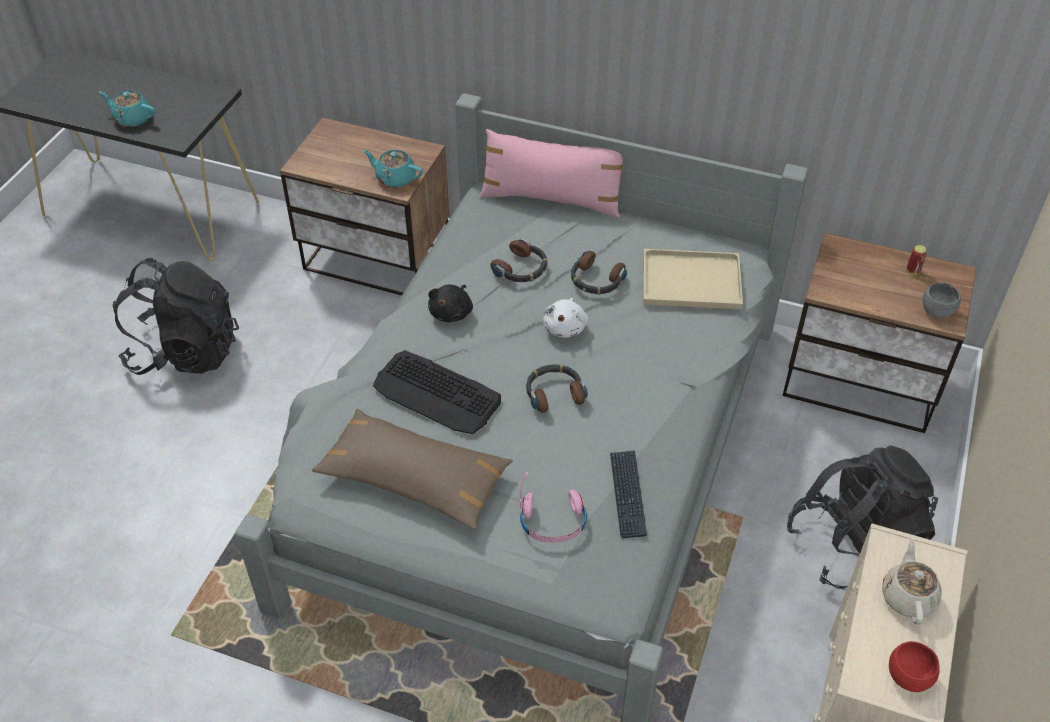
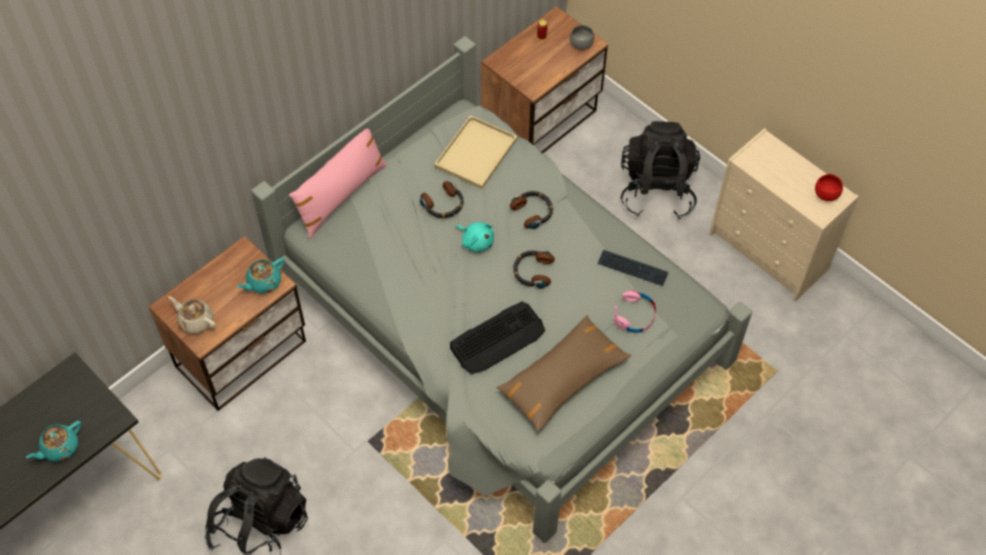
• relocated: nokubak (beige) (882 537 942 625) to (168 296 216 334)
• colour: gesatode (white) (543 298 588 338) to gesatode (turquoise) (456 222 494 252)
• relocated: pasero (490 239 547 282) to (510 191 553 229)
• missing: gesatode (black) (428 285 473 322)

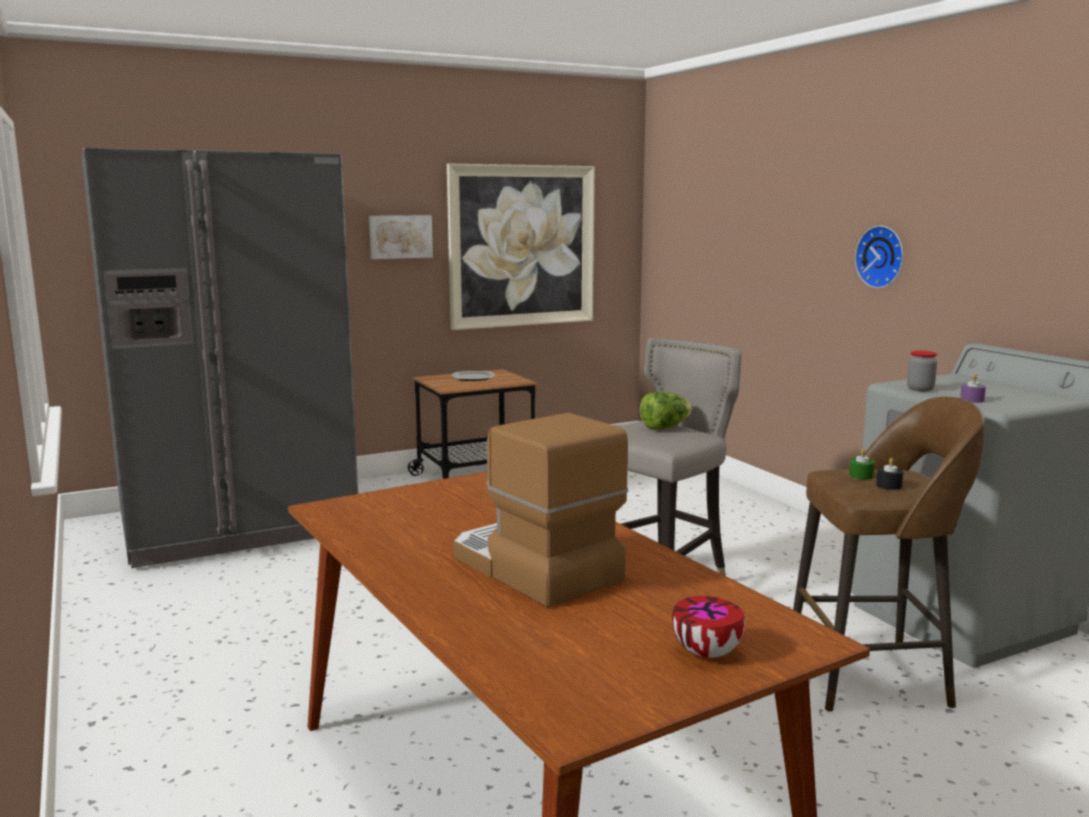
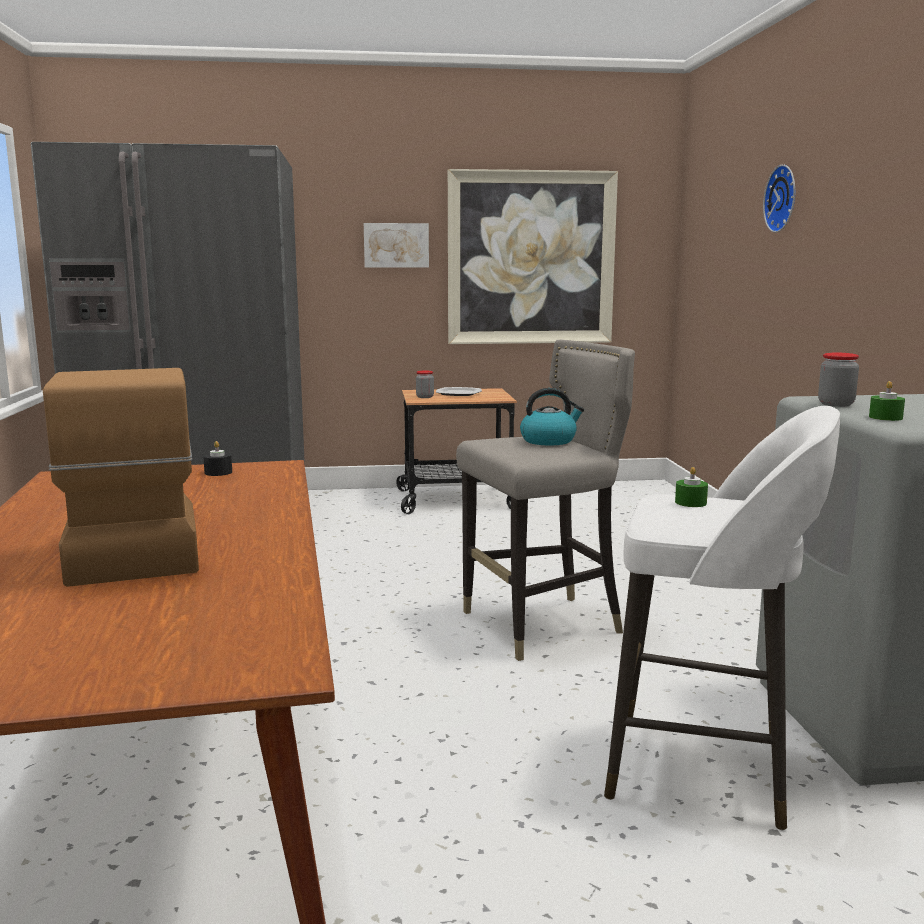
• relocated: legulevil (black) (876 458 903 490) to (203 441 232 476)
• appeared: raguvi (416 370 434 398)
• exchanged: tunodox (639 391 692 430) to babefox (520 388 584 445)
• colour: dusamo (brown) (793 397 985 712) to dusamo (white) (604 406 840 831)
• relocated: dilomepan (855 225 903 288) to (763 164 795 233)
• colour: legulevil (purple) (960 374 986 403) to legulevil (green) (869 381 905 421)
• missing: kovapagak (672 596 745 658)

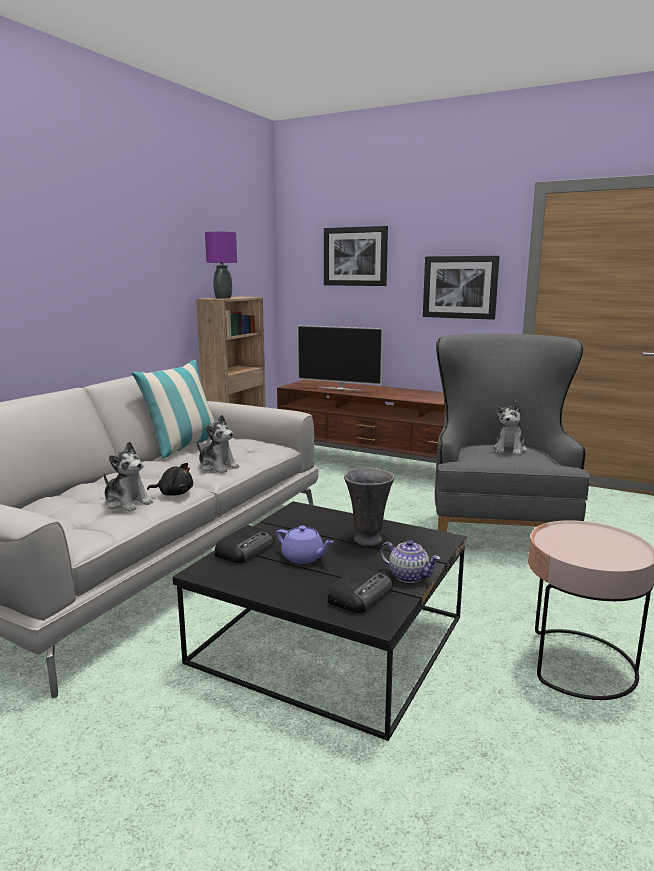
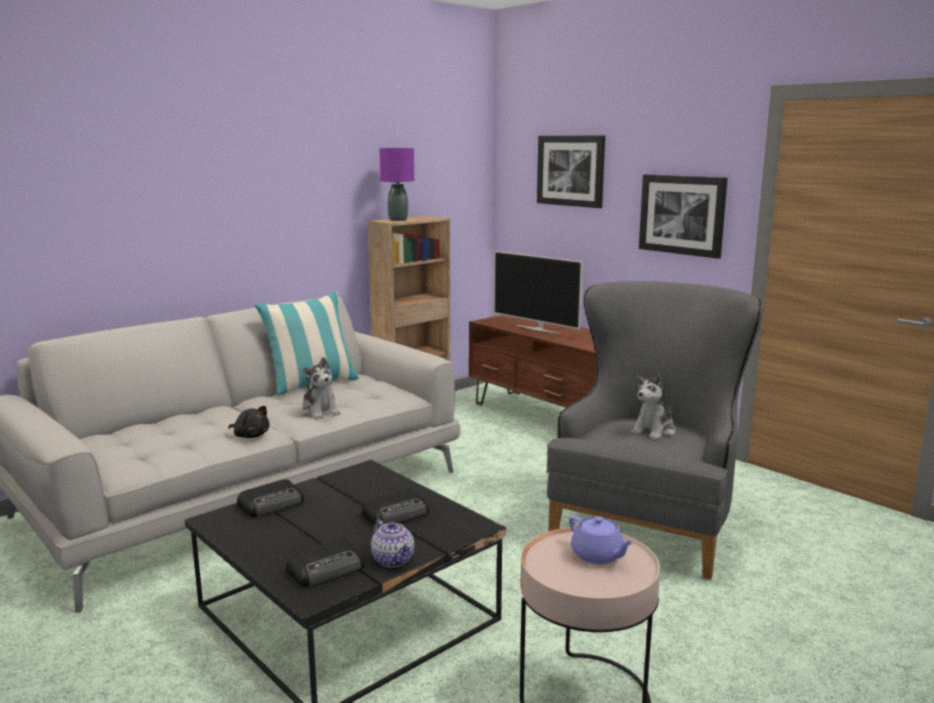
• exchanged: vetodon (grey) (344 467 395 546) to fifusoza (362 489 429 527)
• relocated: nokubak (purple) (276 526 334 564) to (569 516 634 564)
• missing: gesatode (104 442 153 512)

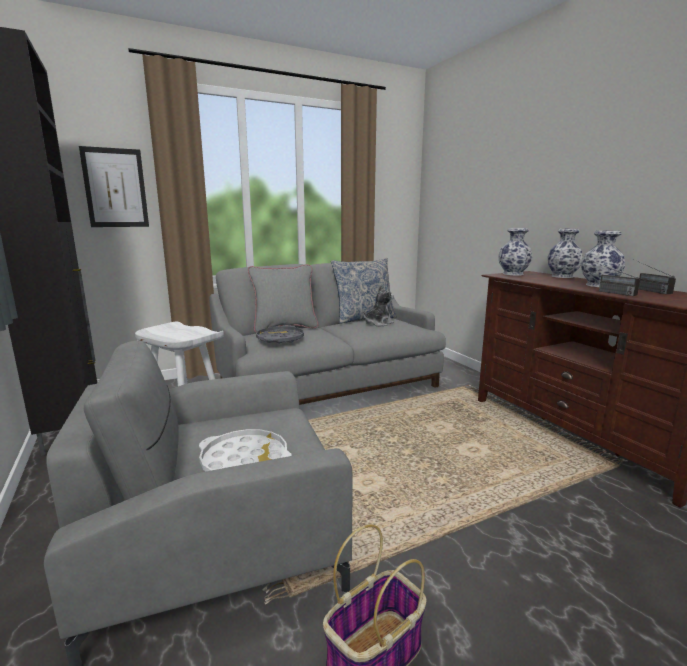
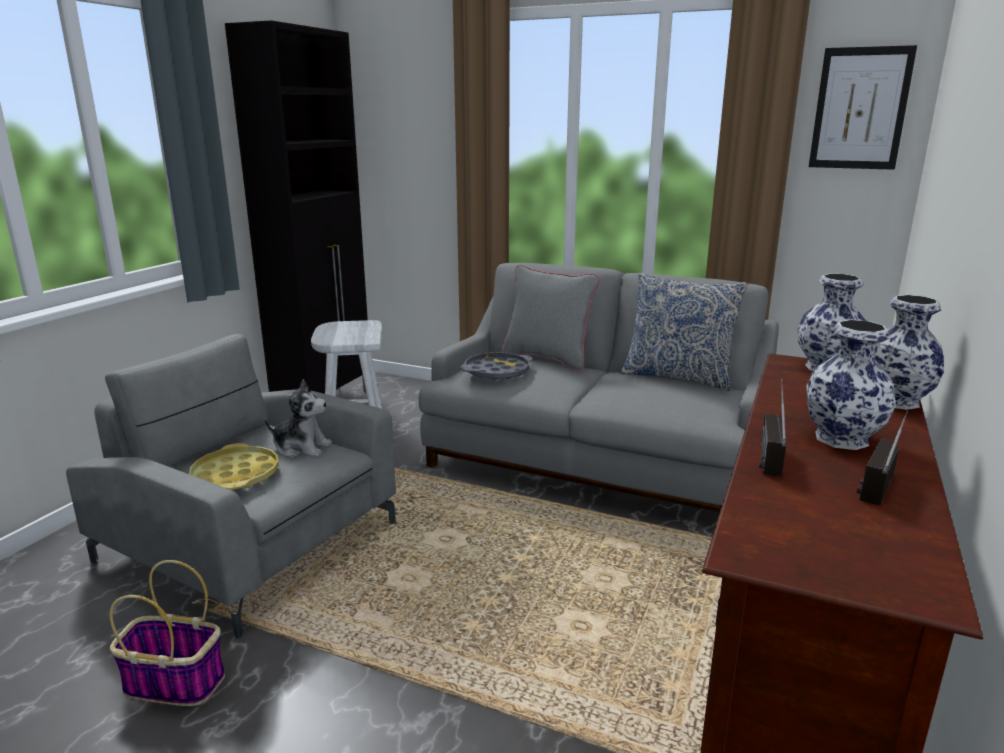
• colour: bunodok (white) (199 429 291 472) to bunodok (yellow) (189 443 279 490)
• relocated: gesatode (363 285 394 326) to (264 379 332 458)
• relocated: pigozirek (79 146 149 227) to (809 45 917 170)

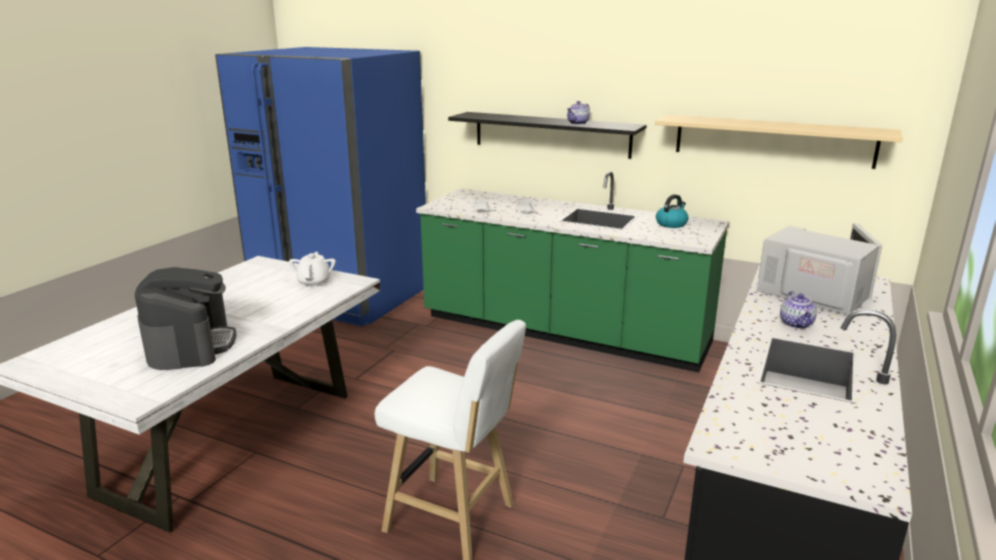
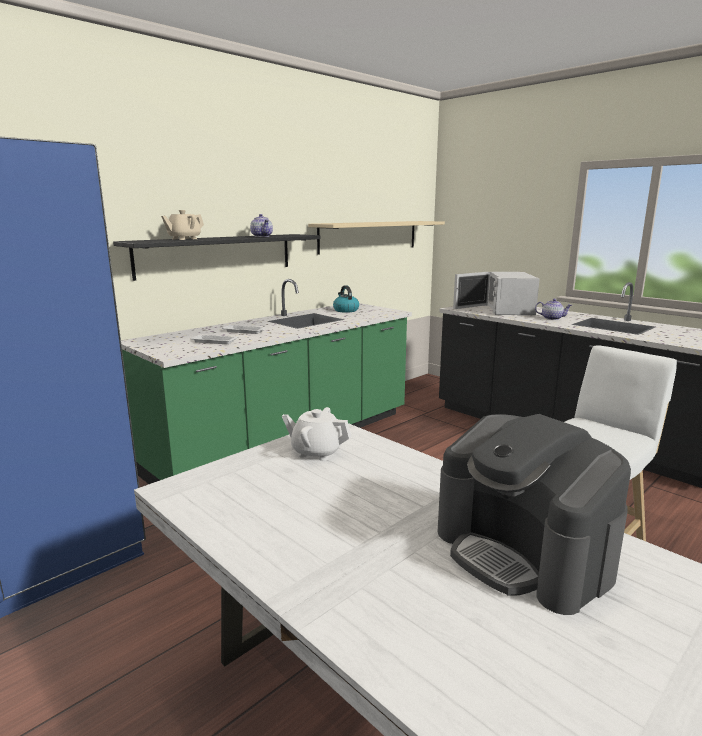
• appeared: nokubak (beige) (161 210 204 240)
• spun: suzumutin (135 267 236 370) = (438 414 631 615) 135 degrees counterclockwise
• spun: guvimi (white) (757 223 882 315) = (453 272 539 315) 60 degrees counterclockwise

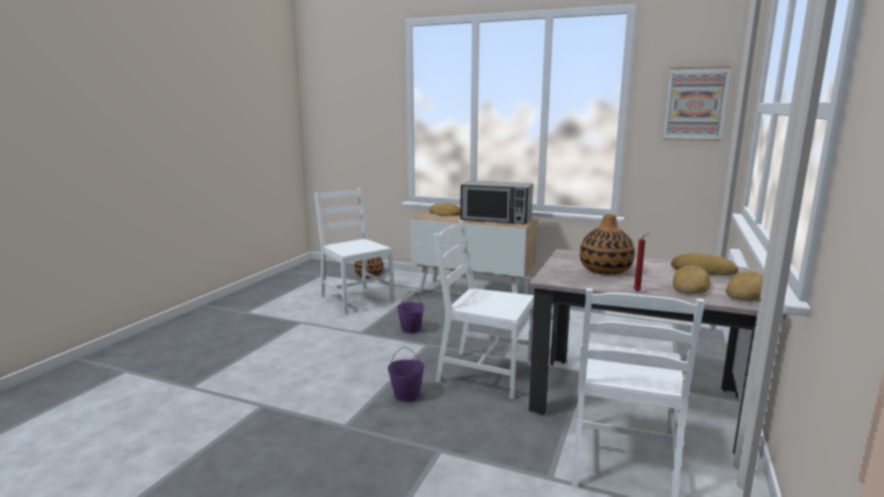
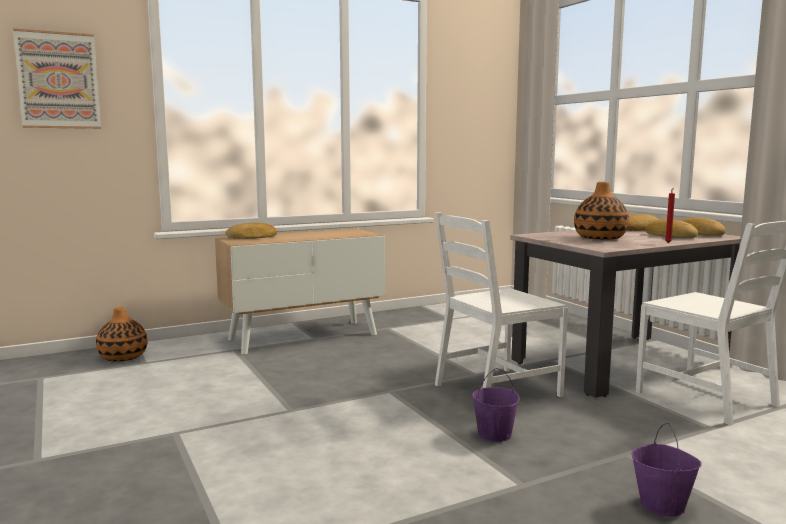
• relocated: pigozirek (663 66 731 141) to (13 28 101 129)
• relocated: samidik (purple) (397 291 424 333) to (632 423 702 516)
• missing: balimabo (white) (314 188 394 314)
• missing: guvimi (460 181 533 224)

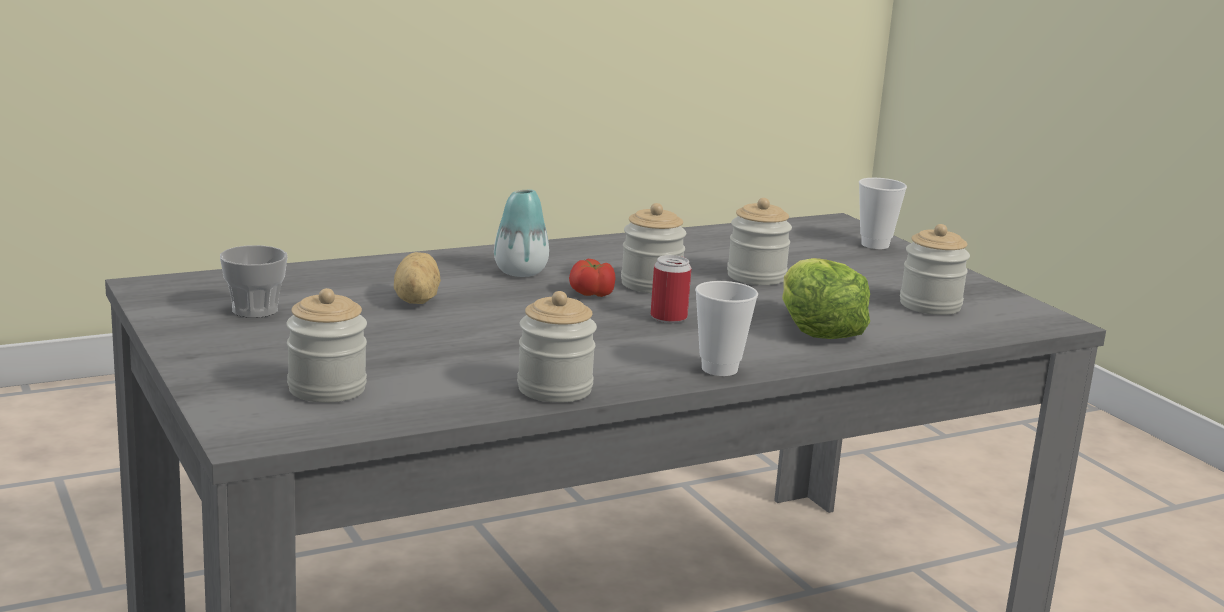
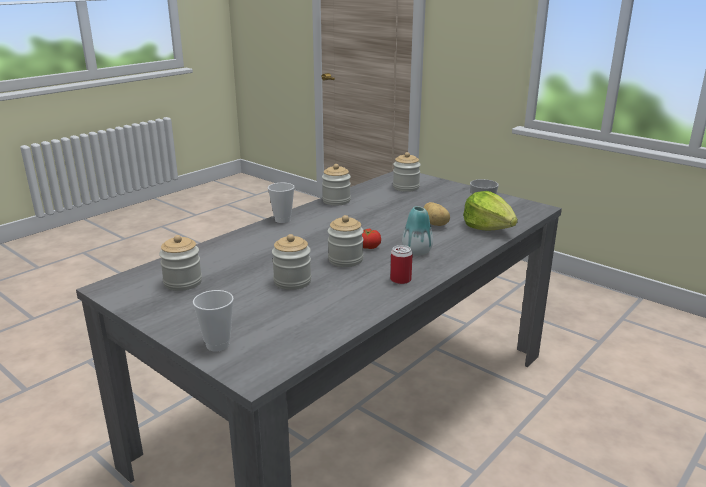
• relocated: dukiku (651 255 691 323) to (390 245 413 284)
• relocated: tunodox (782 258 870 339) to (463 191 518 231)

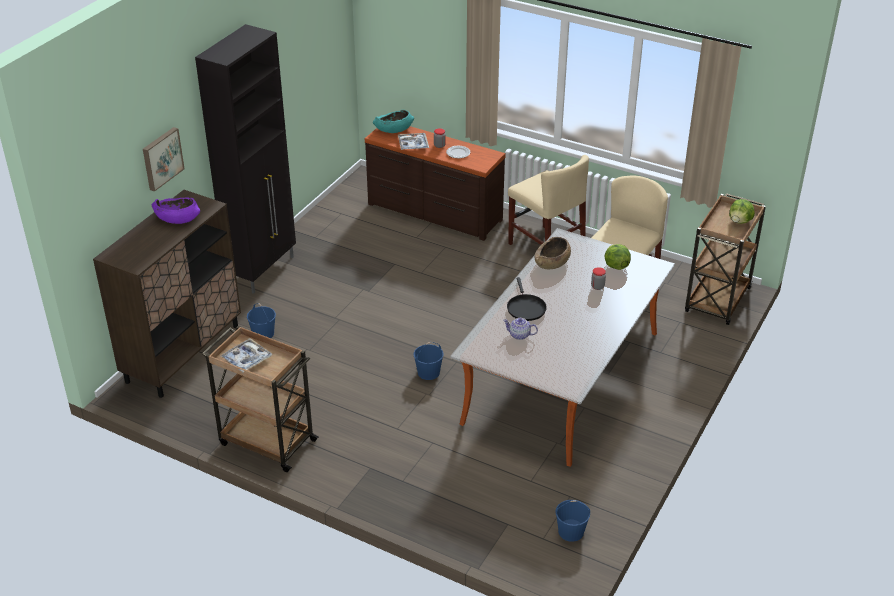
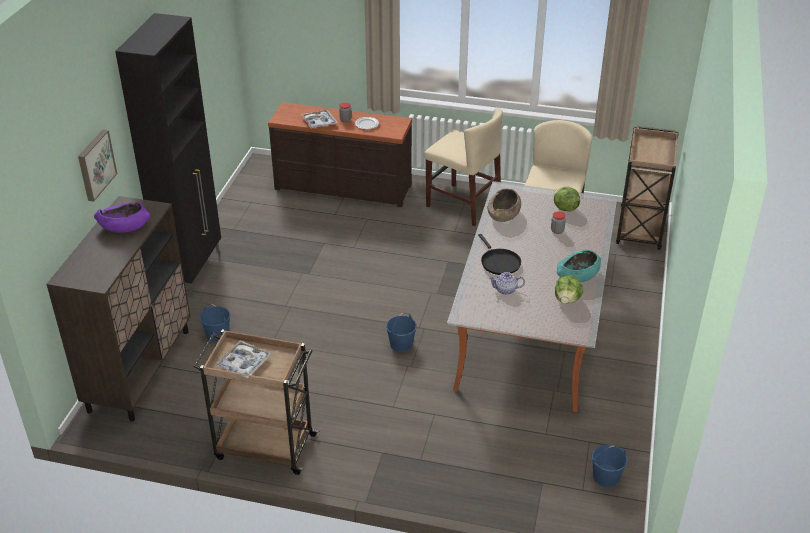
• relocated: tunodox (729 199 755 224) to (555 275 583 304)
• relocated: kovapagak (turquoise) (373 110 414 133) to (557 250 601 282)

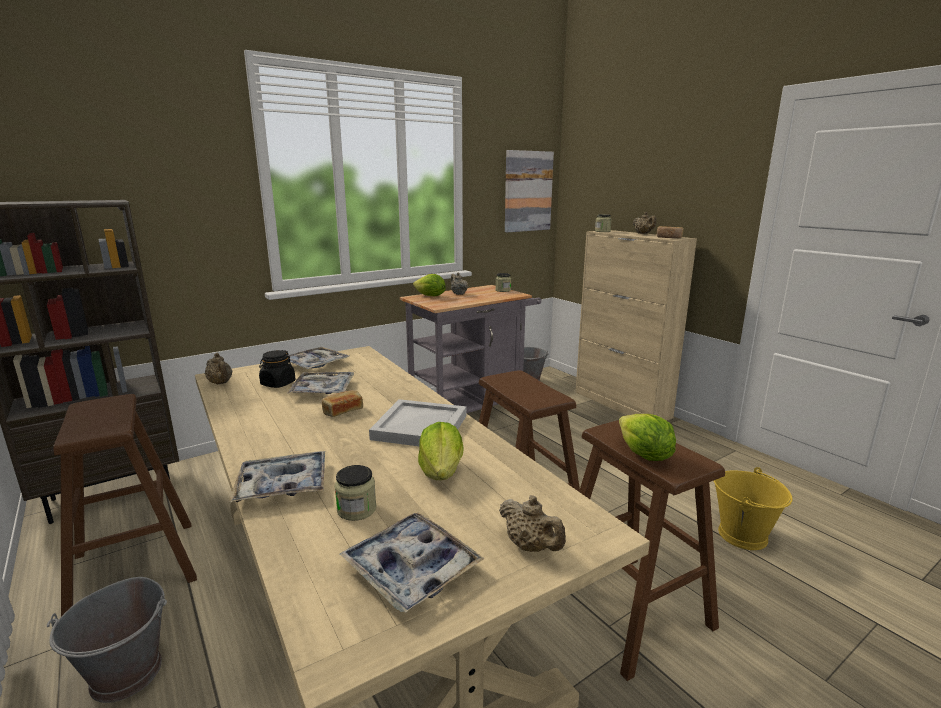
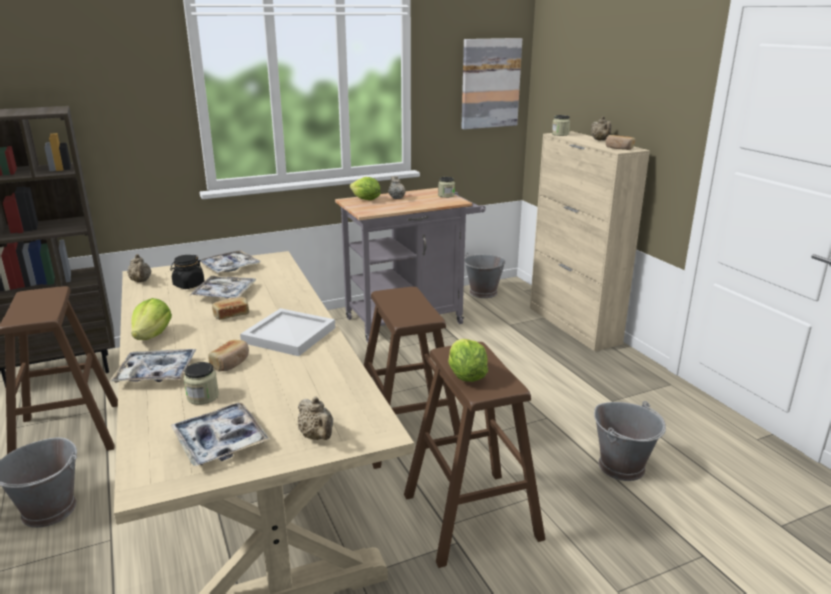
• relocated: tunodox (418 422 463 480) to (131 298 172 340)
• appeared: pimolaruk (208 340 249 371)
• colour: samidik (yellow) (714 467 793 550) to samidik (grey) (594 401 666 481)

